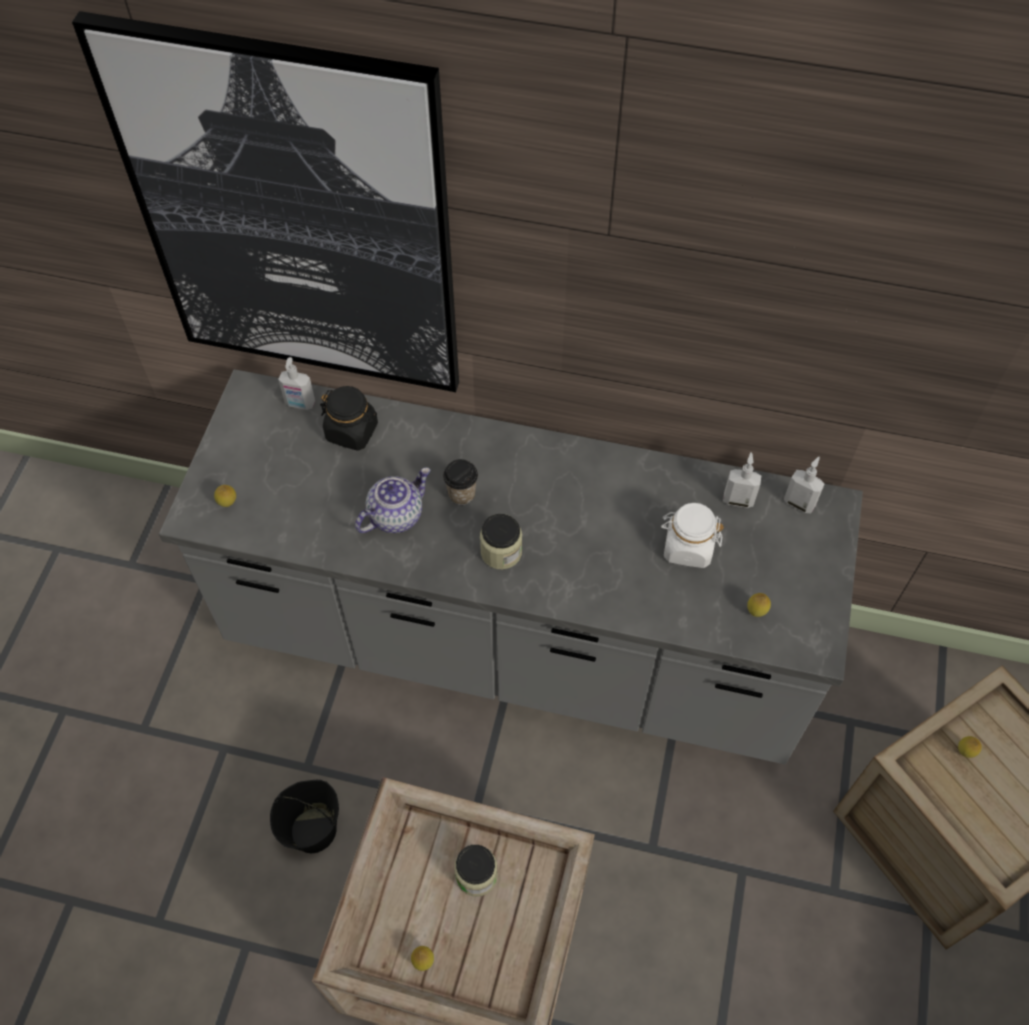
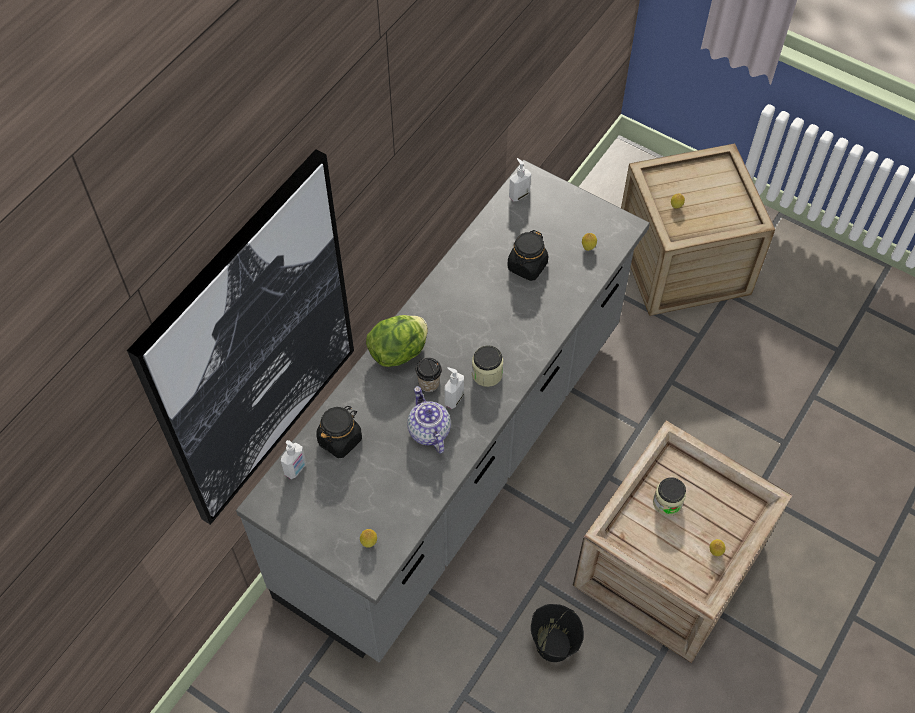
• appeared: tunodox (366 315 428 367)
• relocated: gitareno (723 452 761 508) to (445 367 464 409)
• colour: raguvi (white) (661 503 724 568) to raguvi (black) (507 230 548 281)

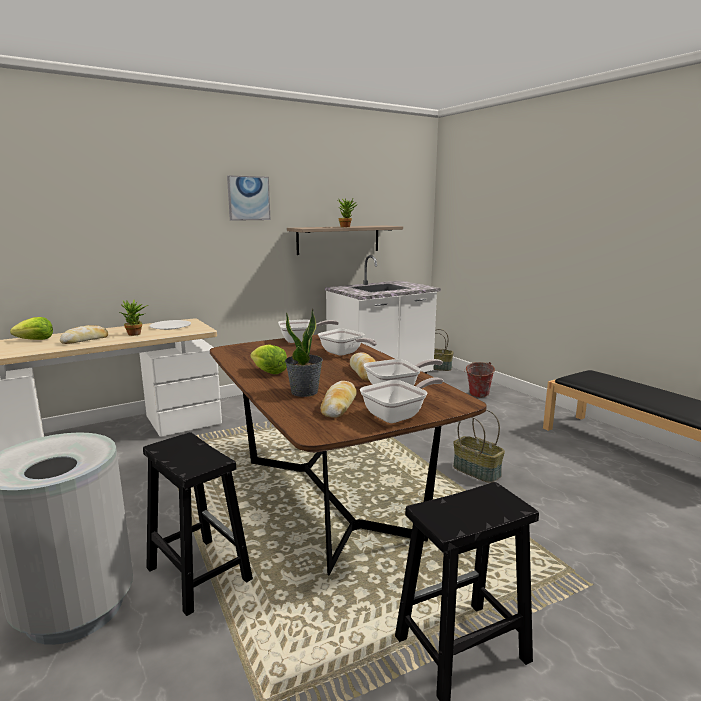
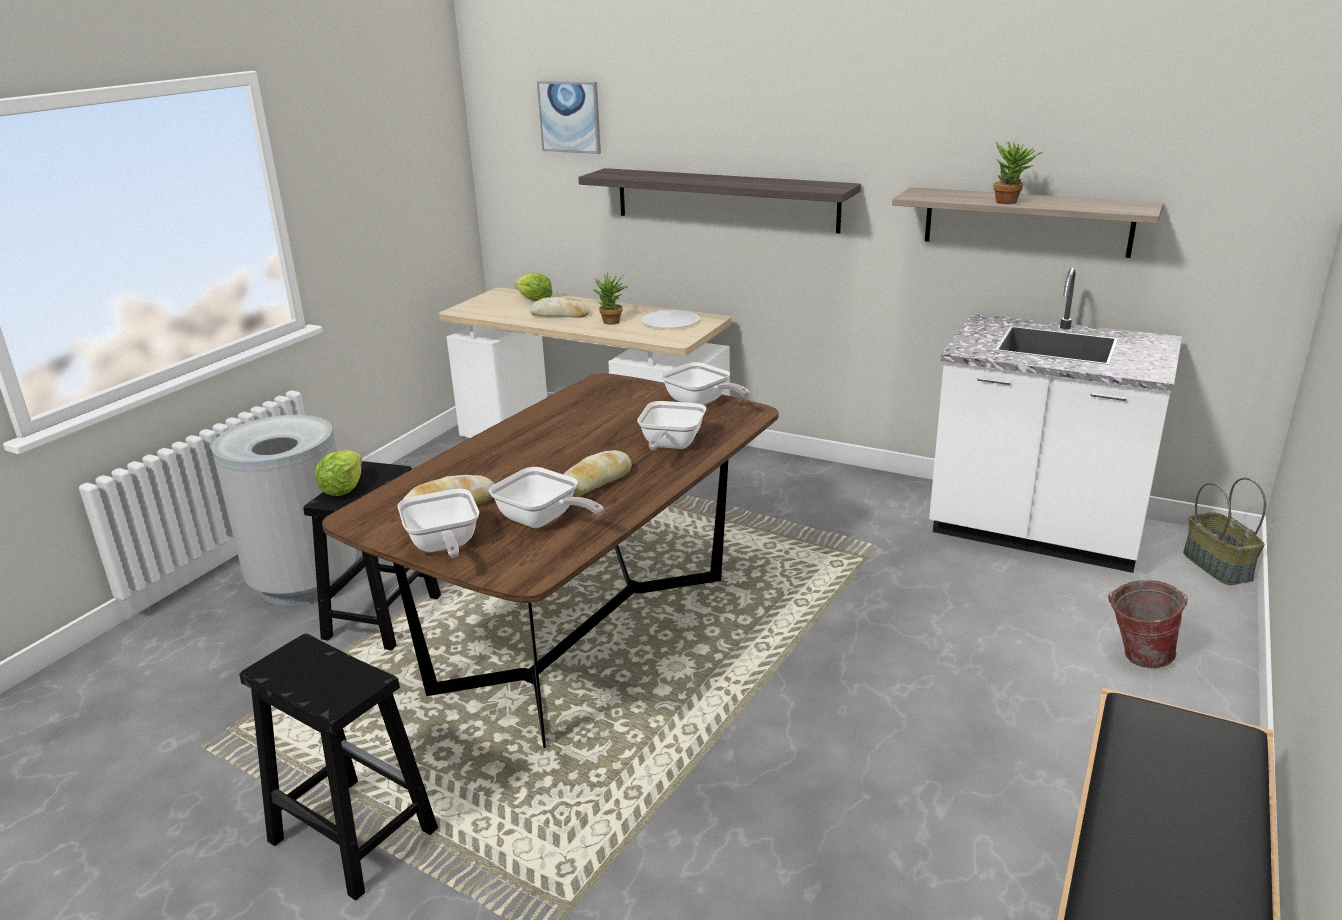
• relocated: tunodox (250 344 287 374) to (315 450 362 496)
• spun: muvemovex (360 377 444 423) = (398 489 479 558) 45 degrees clockwise
• relocated: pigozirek (227 175 271 221) to (537 81 601 154)
• appeared: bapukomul (578 168 861 234)
• missing: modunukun (285 309 323 397)
• missing: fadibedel (453 409 505 483)

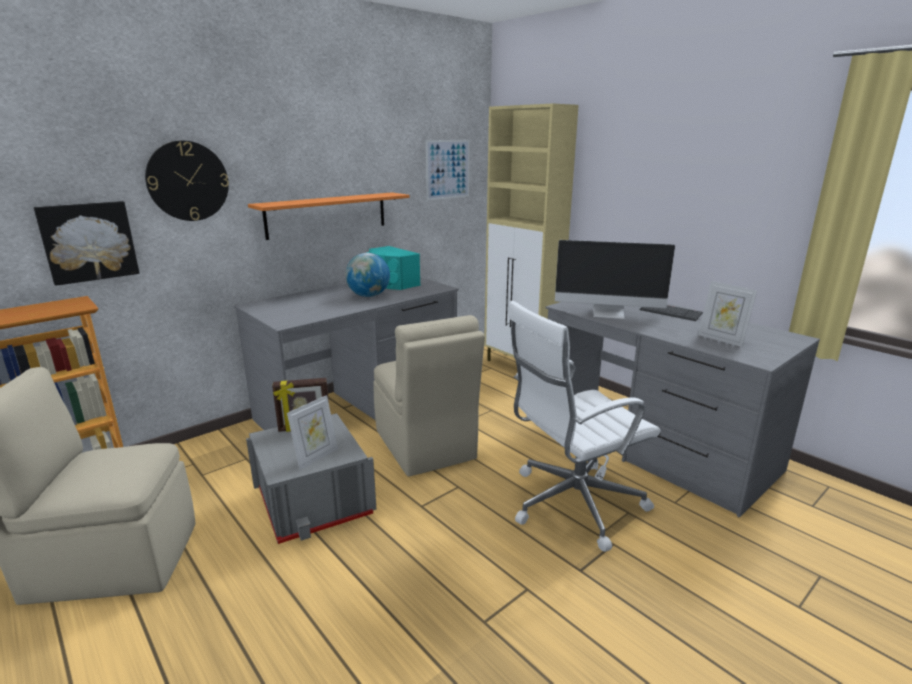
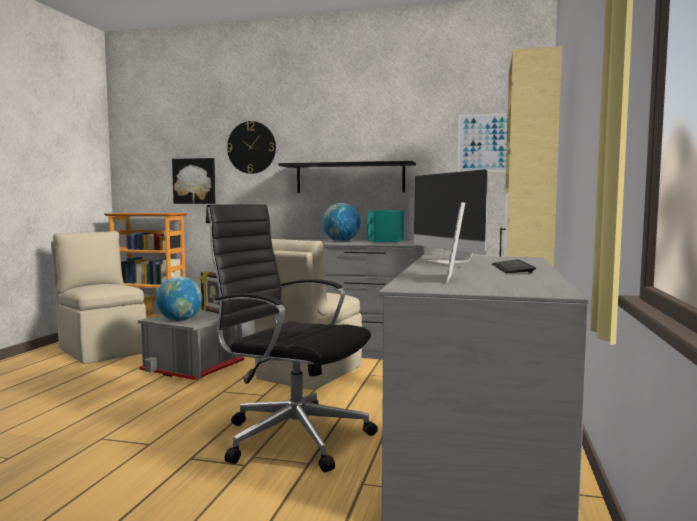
• exchanged: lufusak (287 395 338 470) to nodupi (156 276 202 321)
• colour: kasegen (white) (507 301 660 552) to kasegen (black) (206 204 378 472)
• colour: bapukomul (orange) (248 192 410 240) to bapukomul (black) (278 161 416 193)

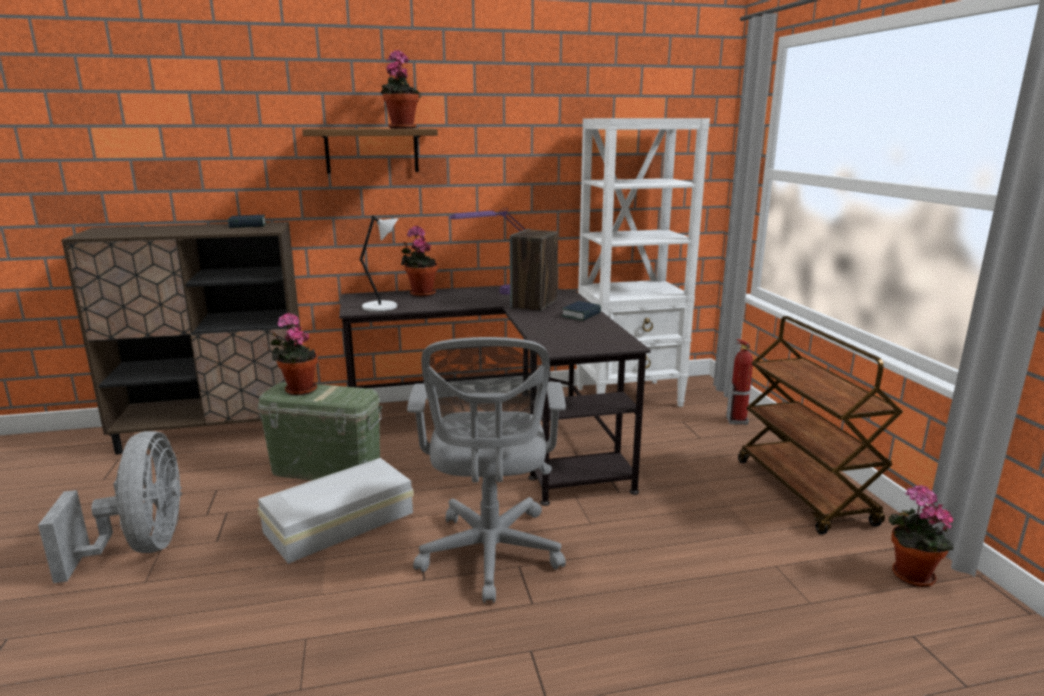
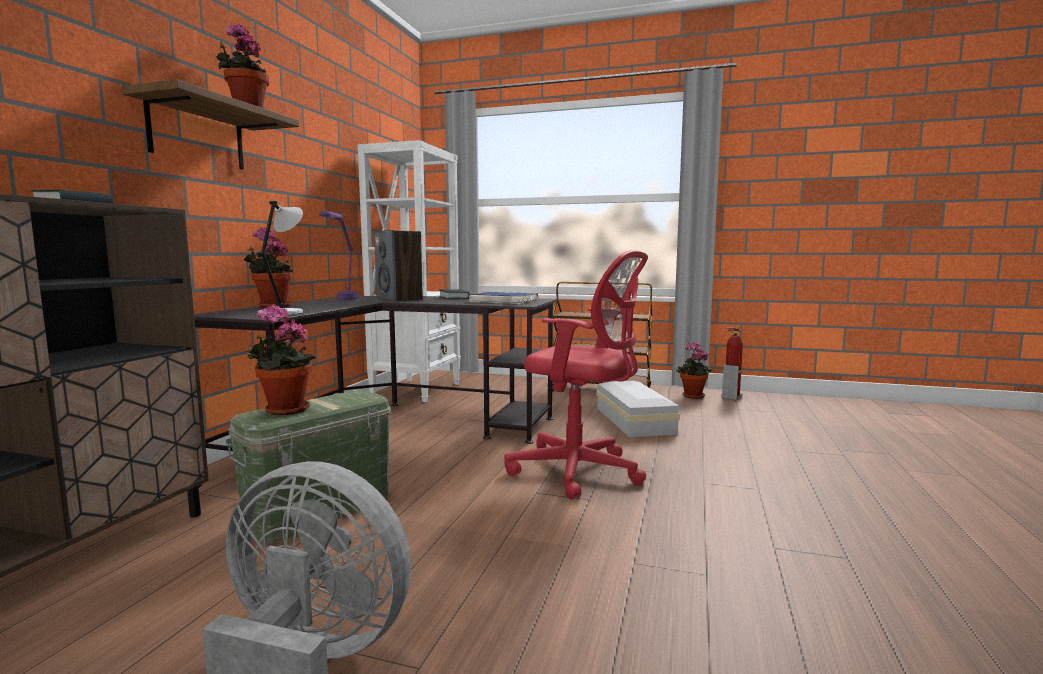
• appeared: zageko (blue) (468 292 538 304)
• colour: kasegen (grey) (407 337 566 603) to kasegen (red) (504 250 648 500)
• relocated: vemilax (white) (258 458 414 564) to (597 381 680 437)
• relocated: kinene (726 339 753 425) to (722 328 743 401)

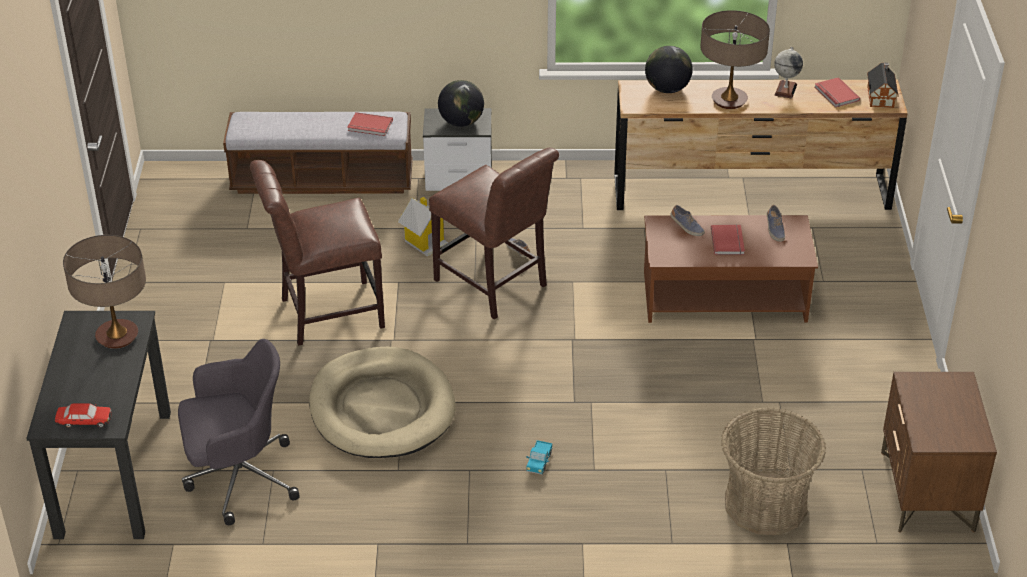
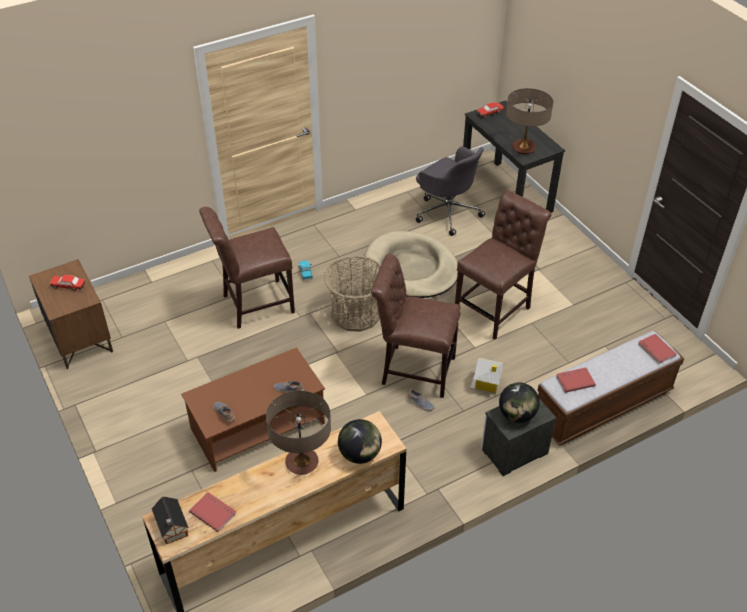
• appeared: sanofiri (50 275 85 291)
• appeared: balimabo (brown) (199 207 295 329)
• relocated: fadibedel (721 408 826 535) to (324 255 381 332)
• spun: kasegen (grey) (178 339 300 525) = (416 146 485 236) 90 degrees counterclockwise
• relocated: zageko (red) (711 225 745 255) to (638 334 677 364)
• missing: nodupi (774 47 803 99)

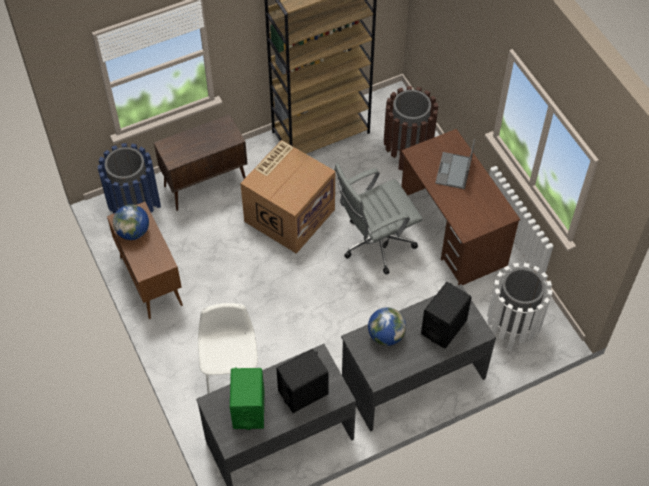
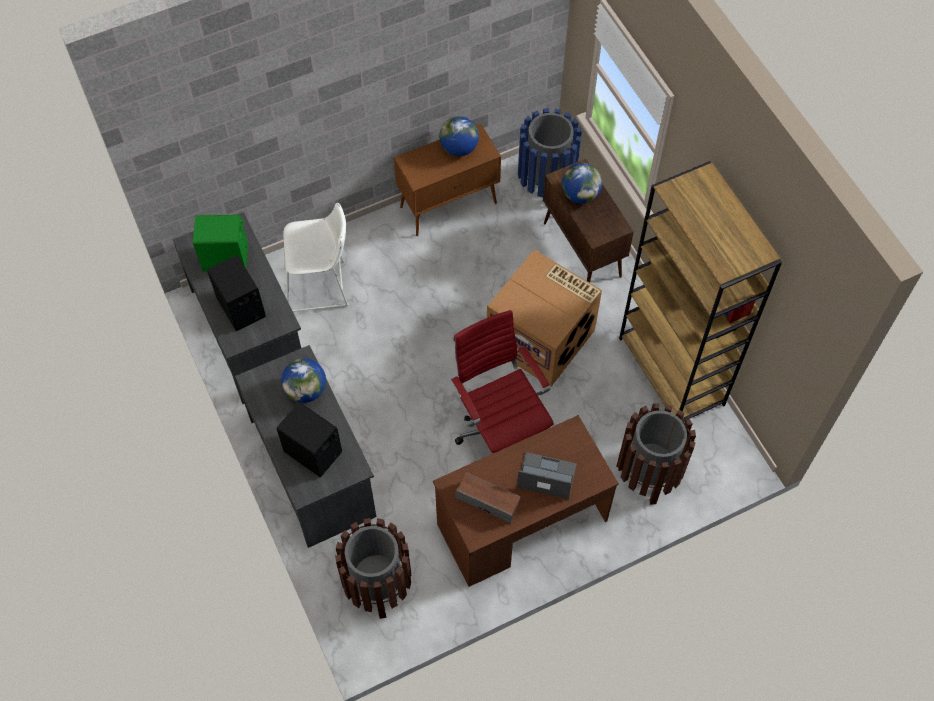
• colour: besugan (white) (487 263 553 351) to besugan (brown) (335 518 412 619)
• colour: kasegen (grey) (334 163 422 275) to kasegen (red) (451 310 554 453)
• appeared: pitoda (456 472 520 523)
• appeared: nodupi (562 163 602 204)

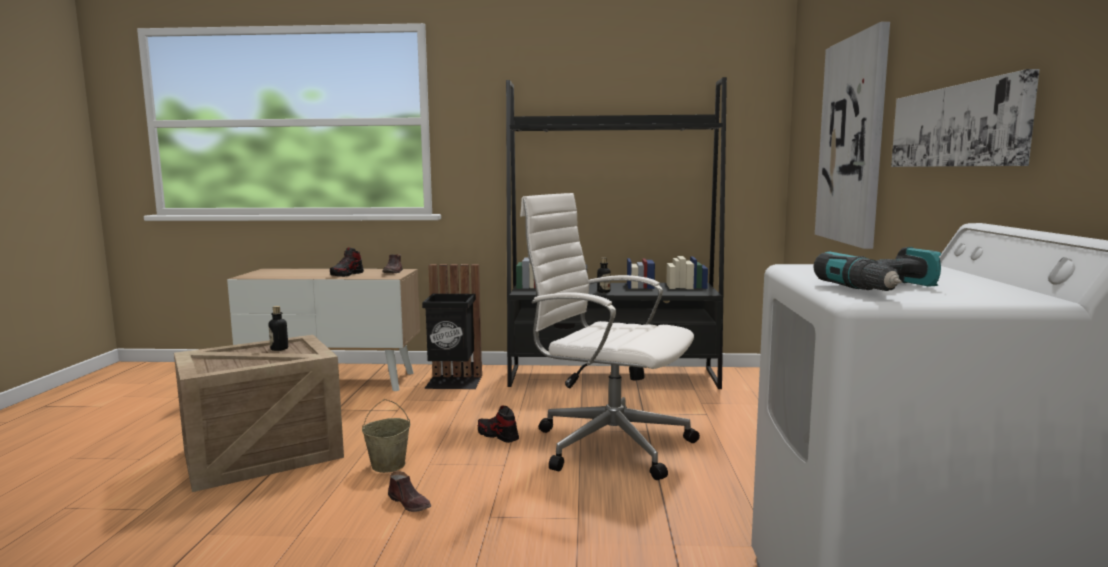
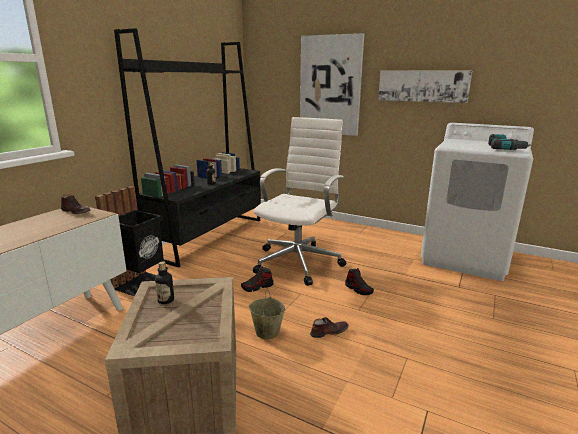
• spun: kasegen (white) (520 193 700 480) = (253 117 346 286) 150 degrees clockwise
• relocated: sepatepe (330 247 364 277) to (345 268 374 295)

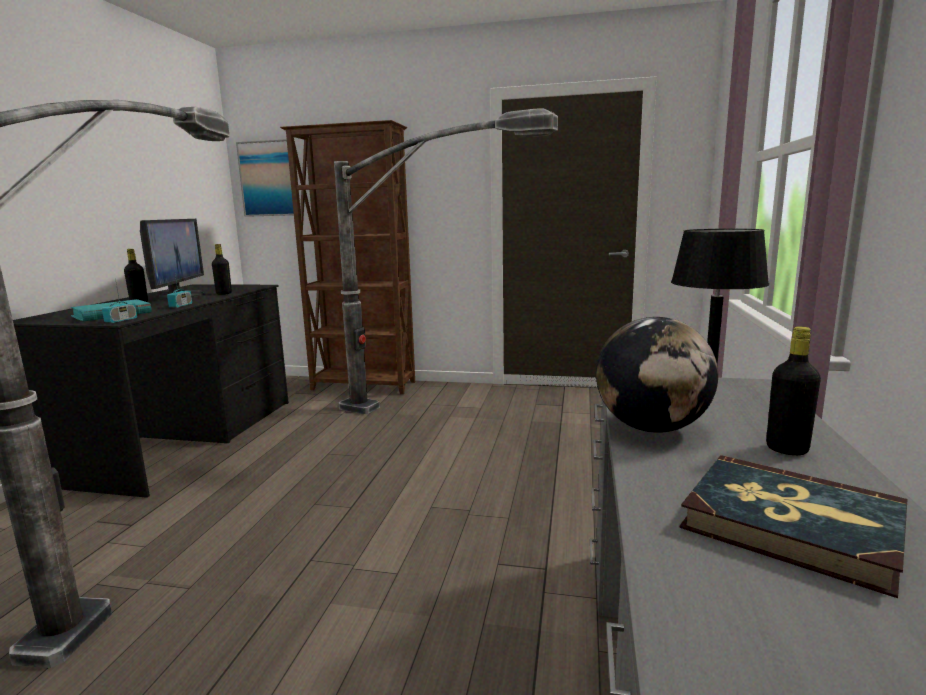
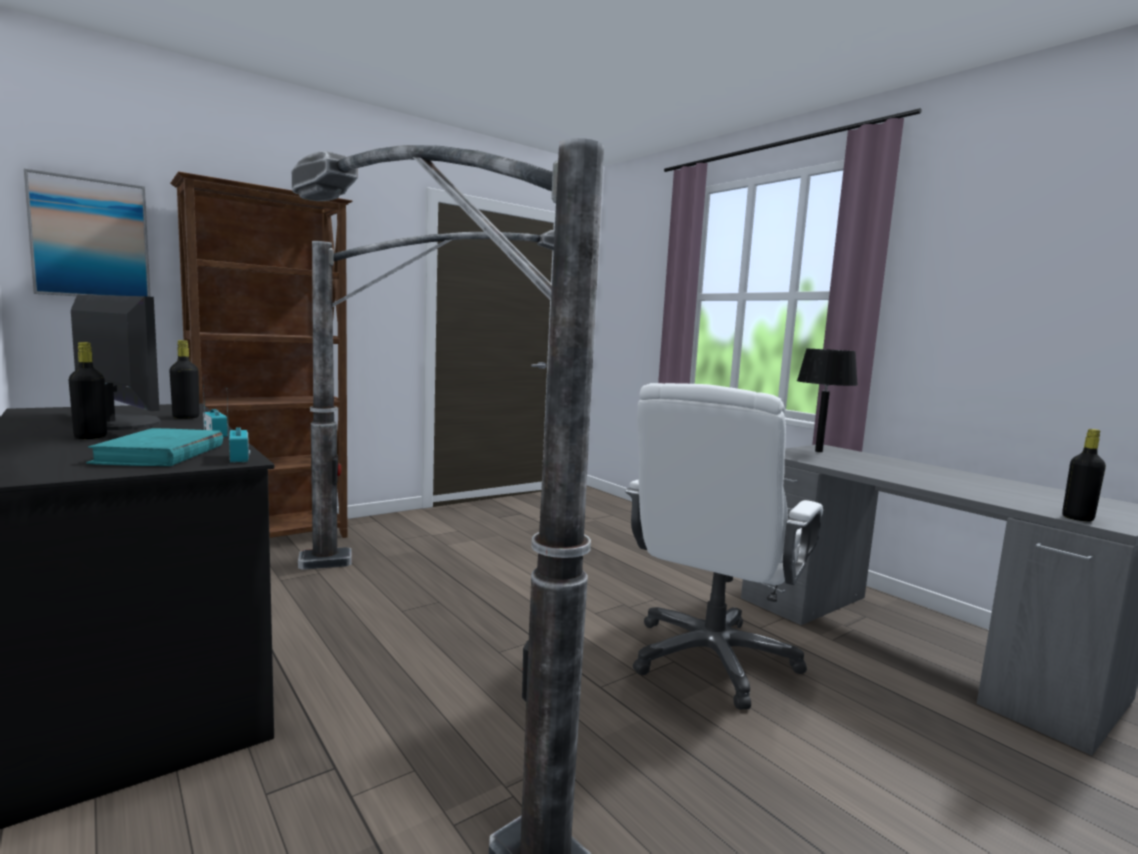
• appeared: kasegen (white) (625 383 823 709)
• relocated: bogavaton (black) (766 327 821 455) to (1062 429 1106 521)
• missing: nodupi (596 317 718 433)
• missing: zageko (680 455 907 598)

